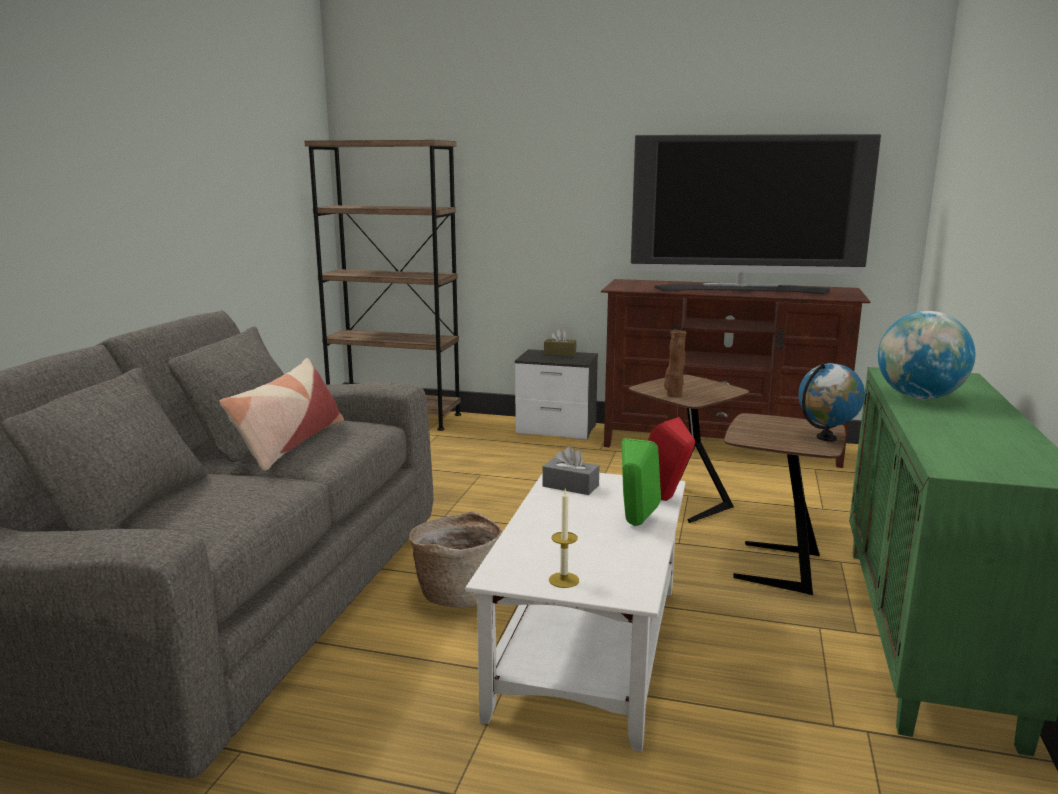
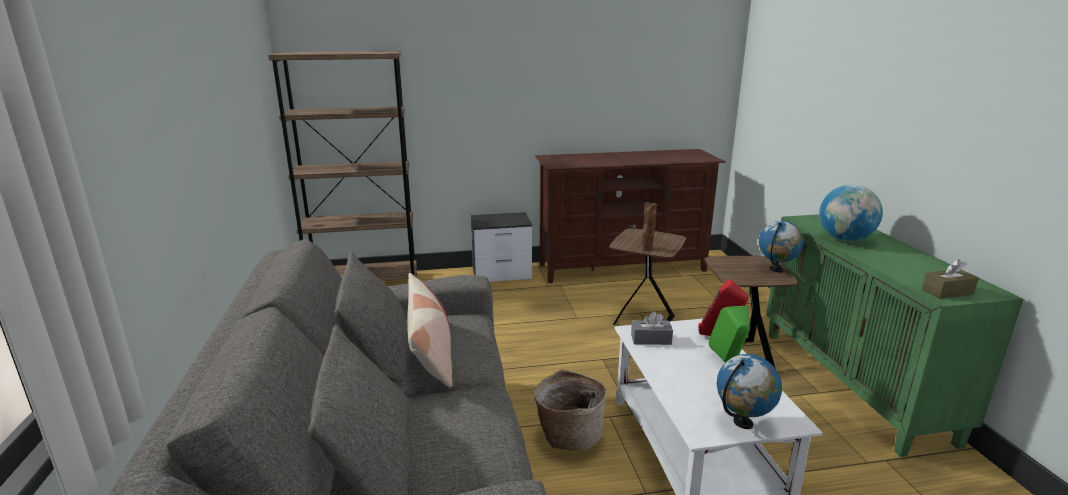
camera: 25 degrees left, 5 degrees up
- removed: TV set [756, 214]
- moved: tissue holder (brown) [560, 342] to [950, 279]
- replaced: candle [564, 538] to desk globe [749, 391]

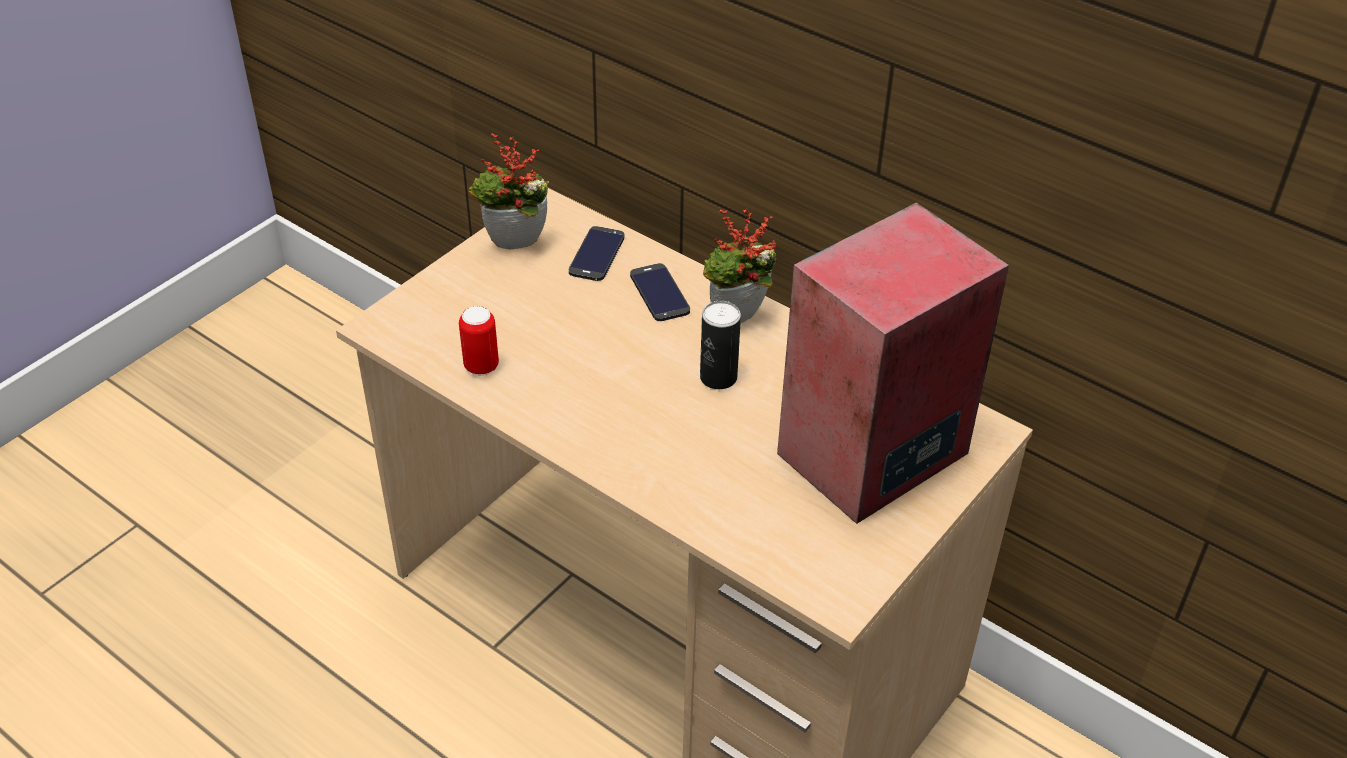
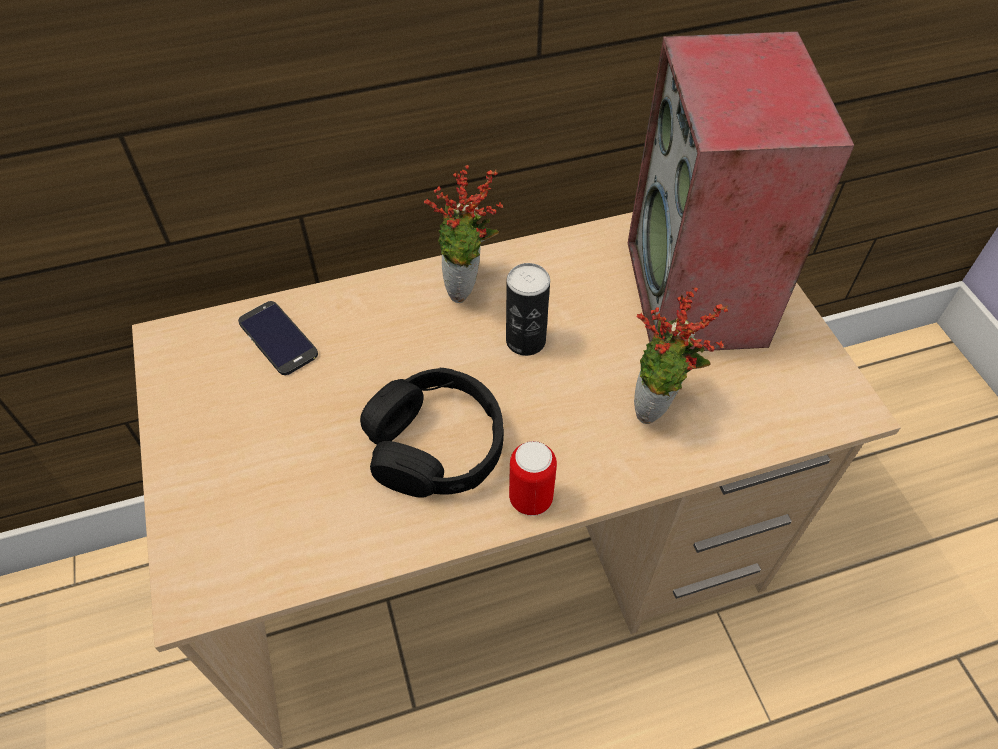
camera: 55 degrees left, 10 degrees up
- moved: plant in a pot [509, 191] to [681, 355]
- removed: phone [660, 292]
- moved: sealed can [479, 340] to [533, 478]
- added: headphones (blackish) [432, 433]

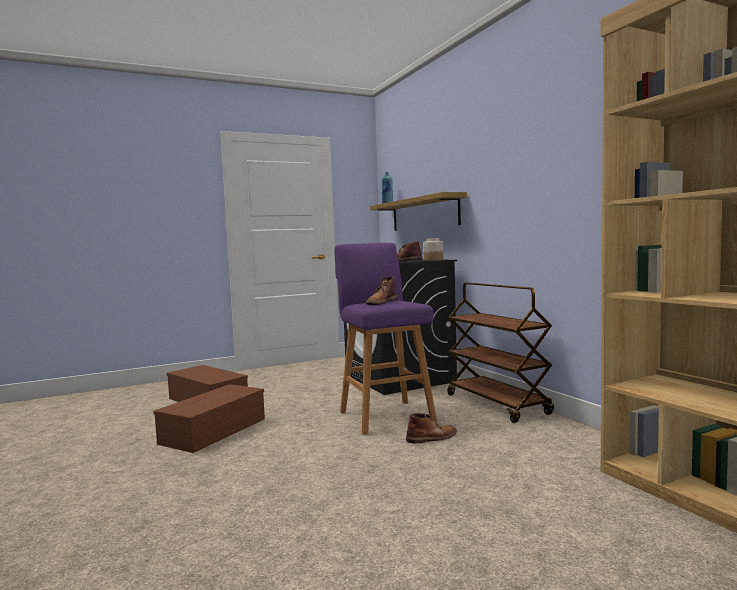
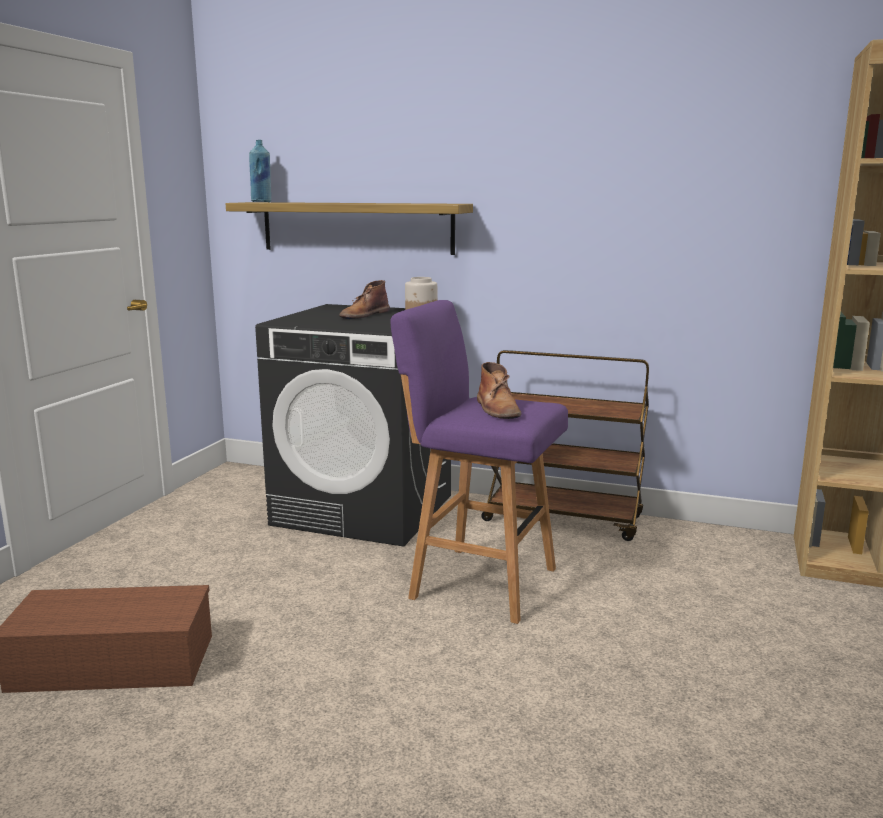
camera: 45 degrees left, 10 degrees up
- removed: storage bin (brown) [209, 418]
- removed: boot (brown) [431, 428]

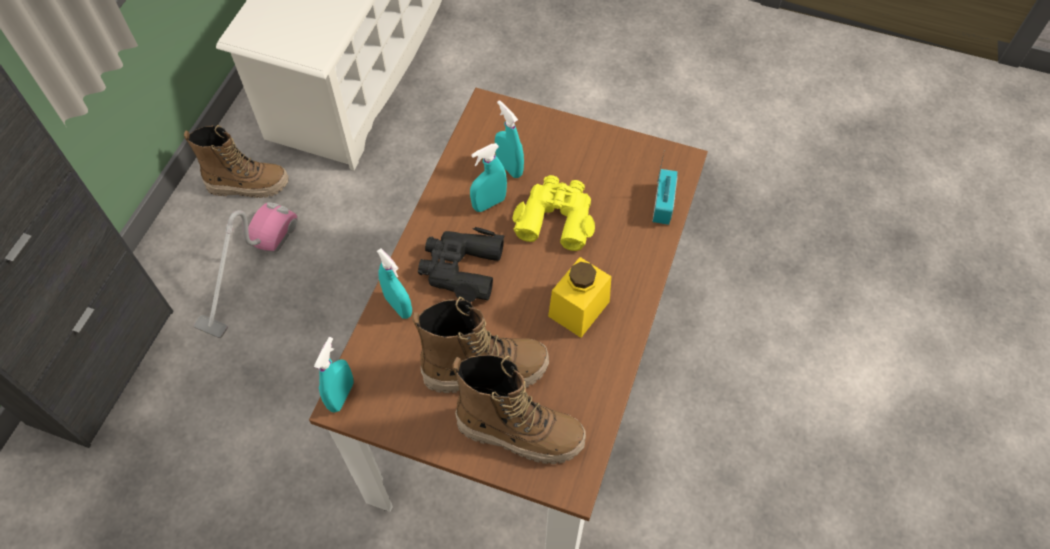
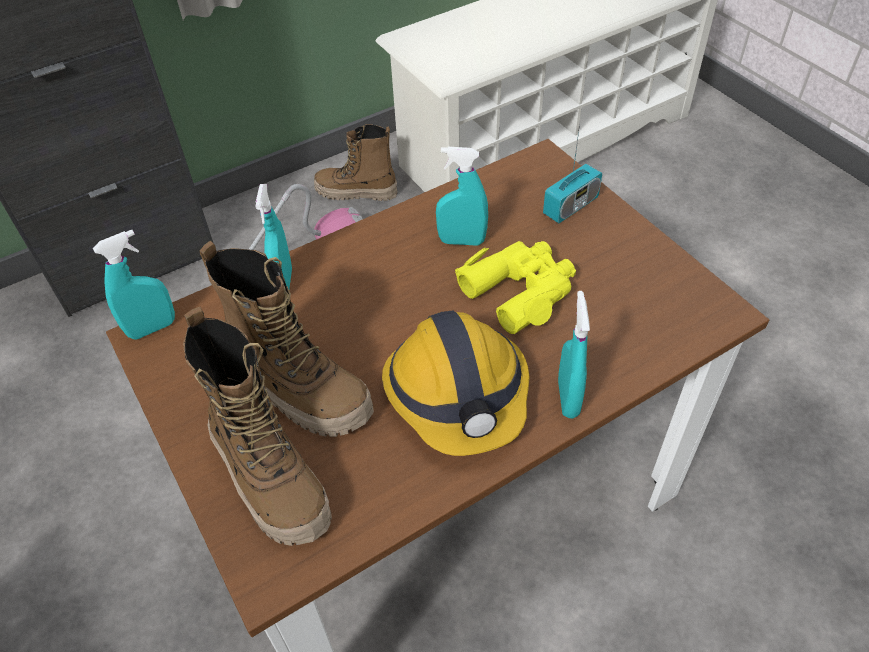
camera: 40 degrees right, 10 degrees down
- moved: hand sprayer (turquoise-coloured) [509, 139] to [574, 355]
- turned: boot [236, 161] = [355, 162] 150 degrees clockwise
- moved: radio [665, 189] to [572, 173]
- removed: field glasses (blackish) [461, 264]
- replaced: storage jar (yellow) [579, 297] to hard hat [456, 383]

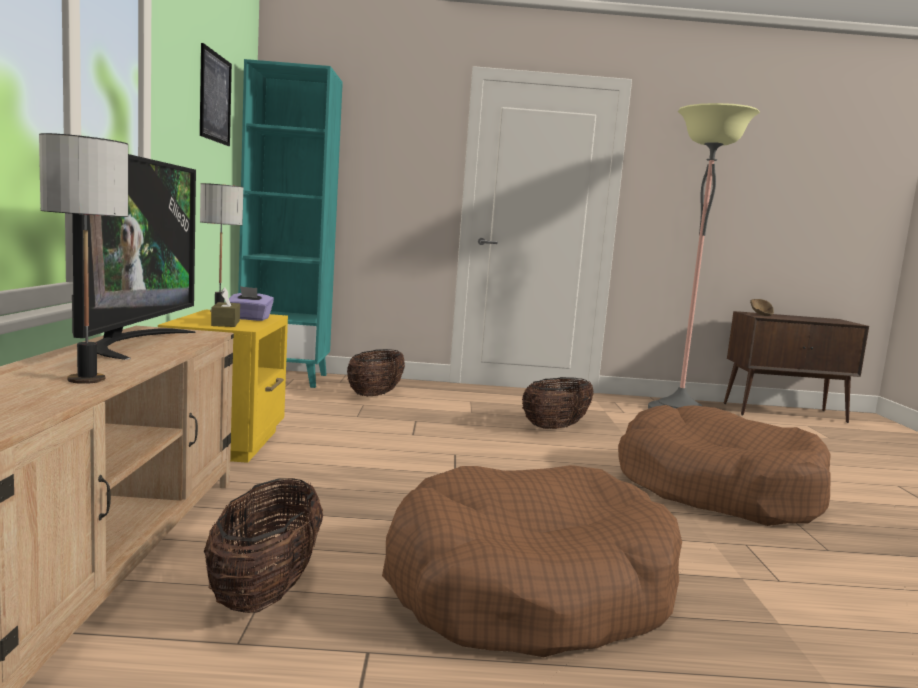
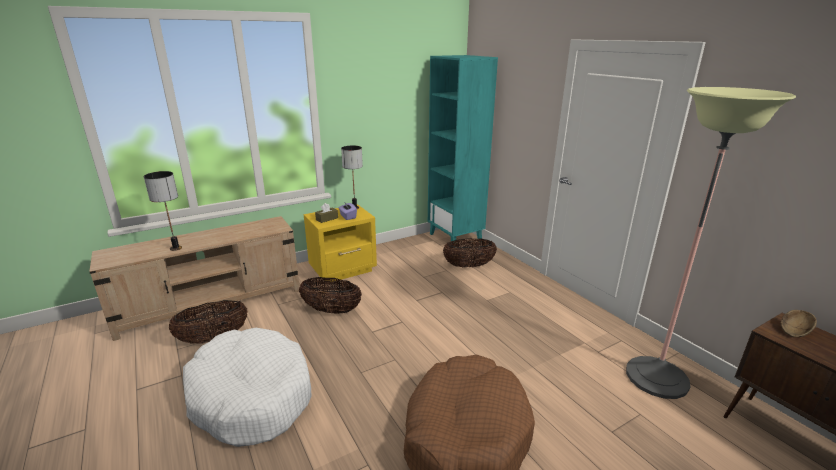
camera: 60 degrees right, 15 degrees up
- removed: wall art [216, 94]
- removed: TV set [134, 257]
- moved: household basket [558, 403] to [330, 295]
- recoloured: pet bed (brown) [532, 561] to pet bed (white) [247, 387]

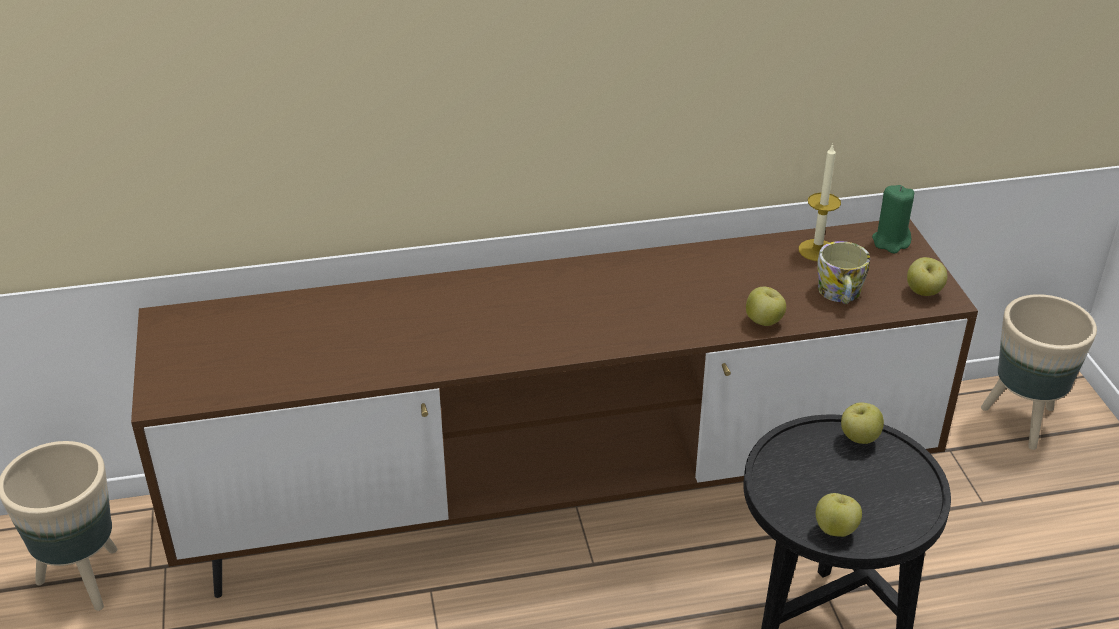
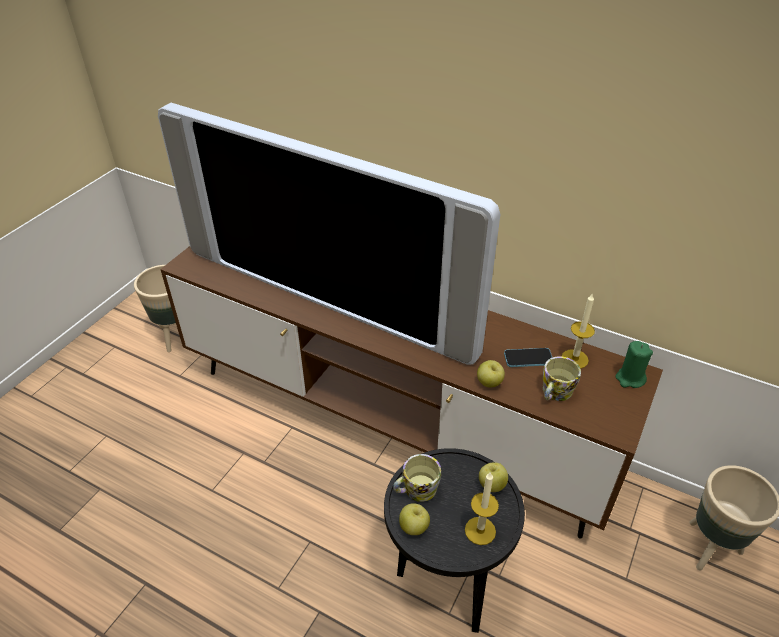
camera: 40 degrees right, 5 degrees up
- removed: apple [927, 276]
- added: TV set [329, 234]
- added: phone [528, 357]
- added: coffee mug [417, 478]
- added: candle [482, 508]

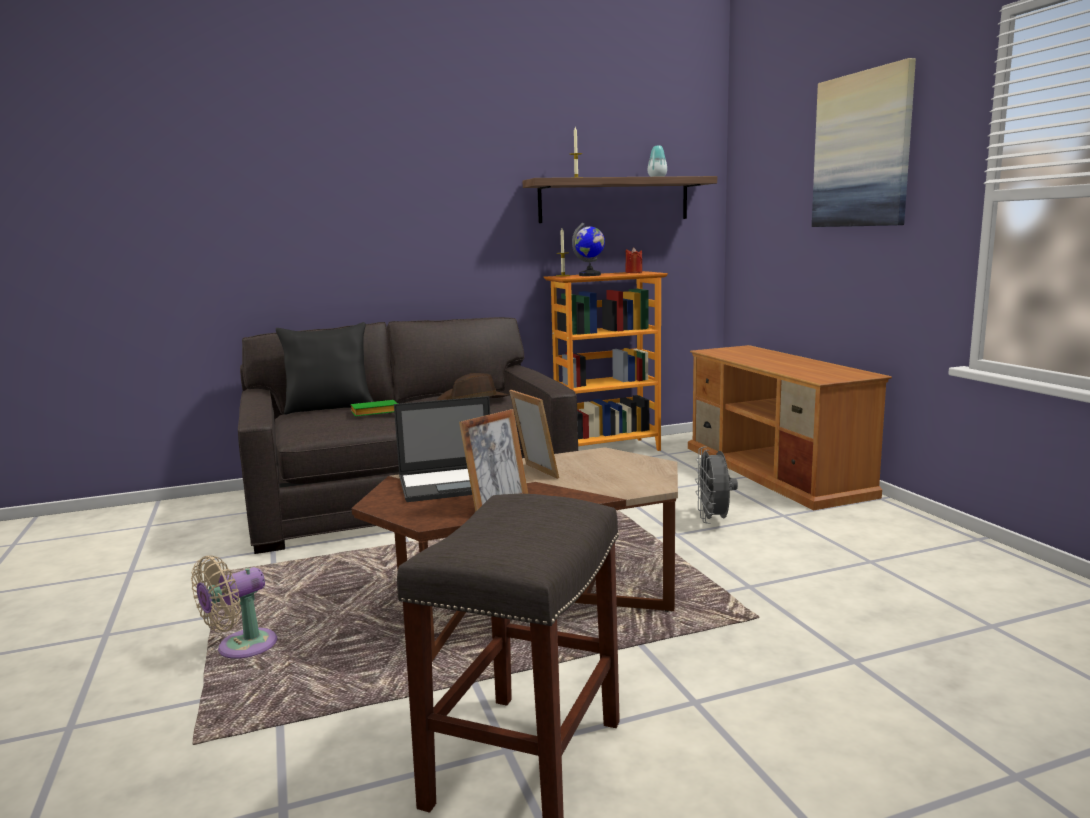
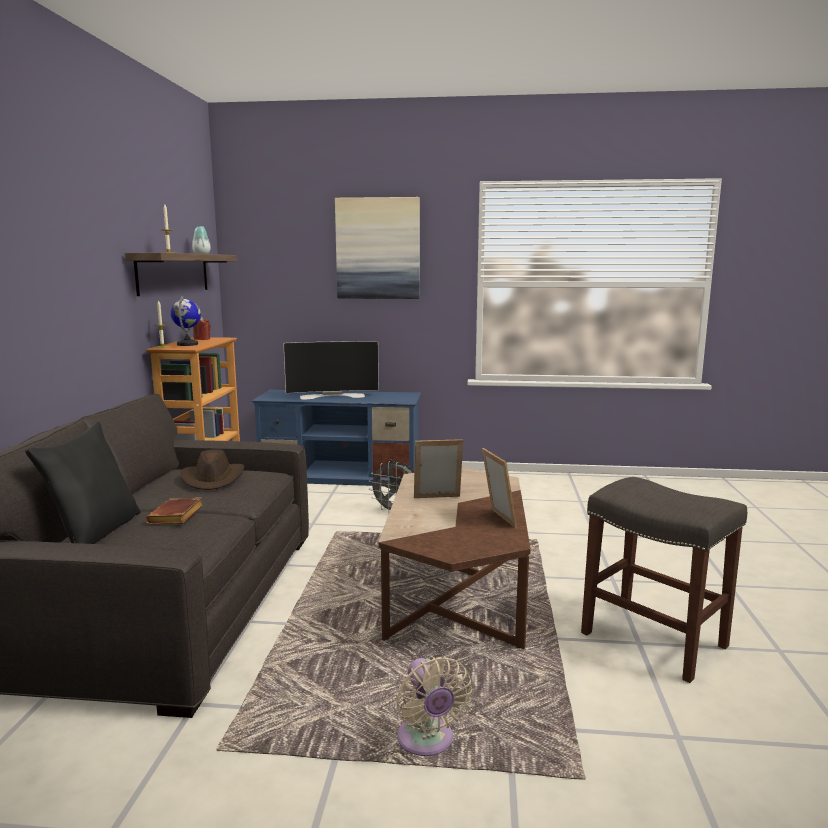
camera: 65 degrees left, 0 degrees up
- recoloured: media console (brown) [790, 427] to media console (blue) [336, 438]
- removed: laptop [442, 449]
- recoloured: bound book (green-coloured) [374, 408] to bound book (brown) [174, 511]
- added: TV set [331, 370]

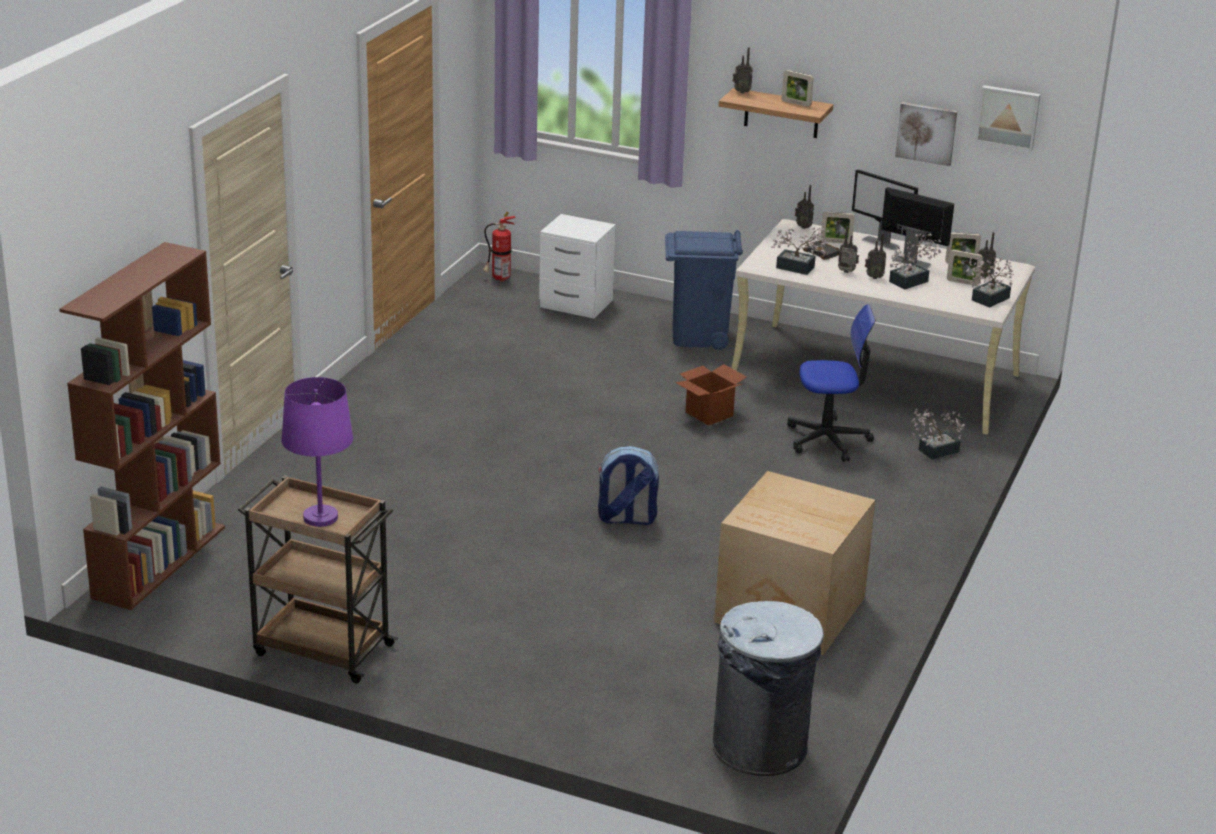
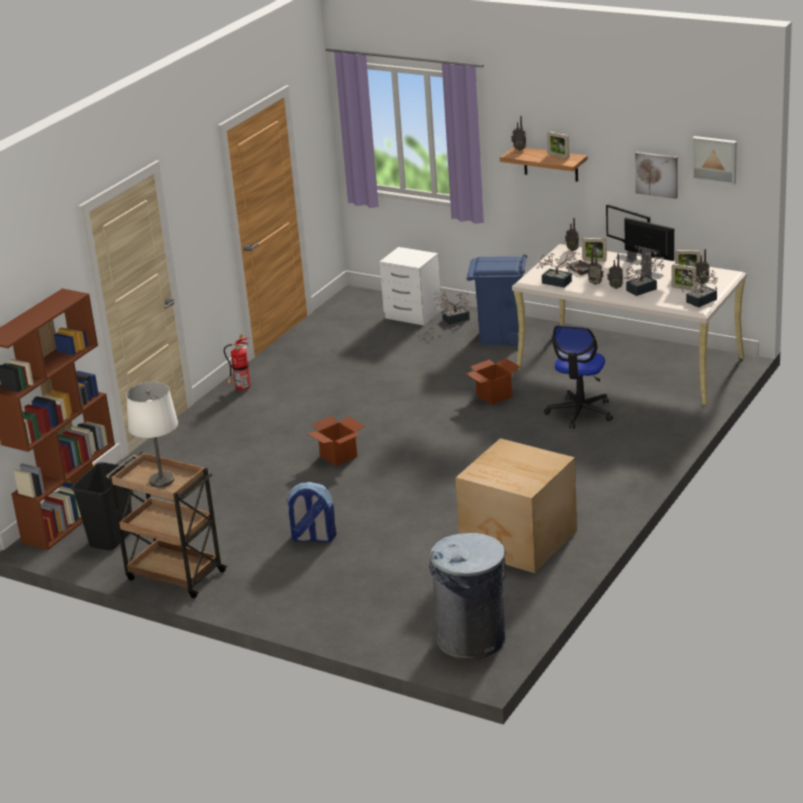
camera: 10 degrees right, 0 degrees up
- moved: extinguisher [499, 247] to [237, 362]
- turned: office chair [831, 383] = [578, 377] 105 degrees clockwise
- recoloured: tabletop lamp (purple-coloured) [317, 452] to tabletop lamp (white) [152, 435]
- moved: plant in a pot [938, 433] to [453, 307]
- moved: rucksack [628, 485] to [311, 512]
- added: packing box [336, 440]
- added: rubbish bin (blackish) [102, 506]

